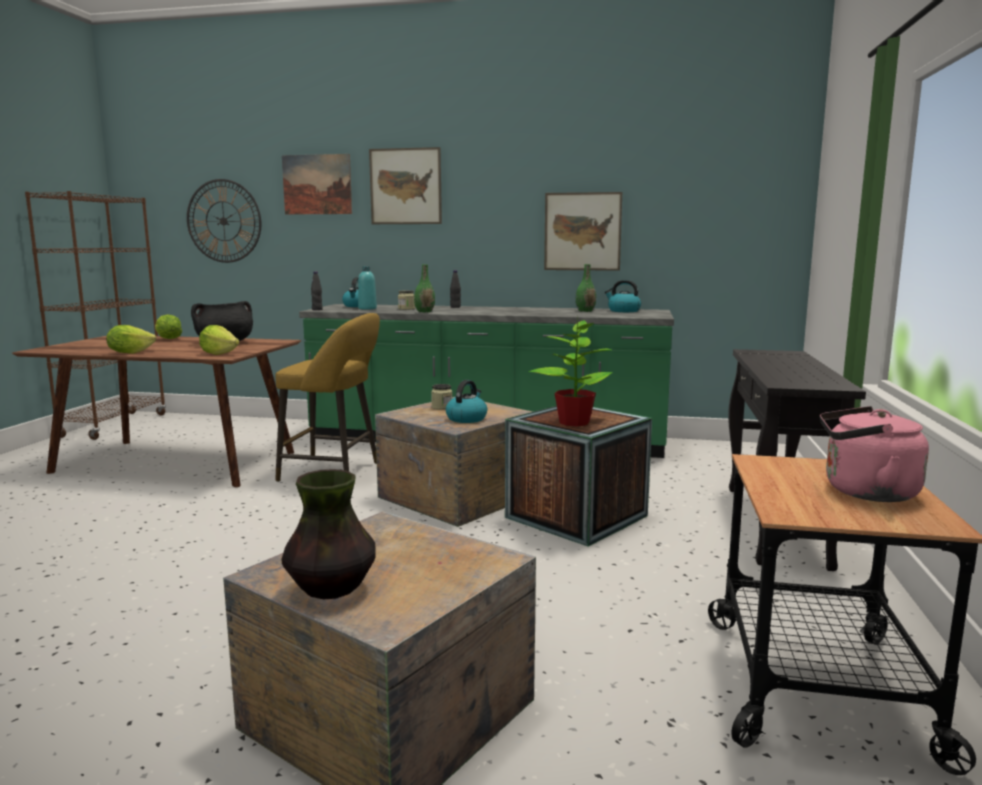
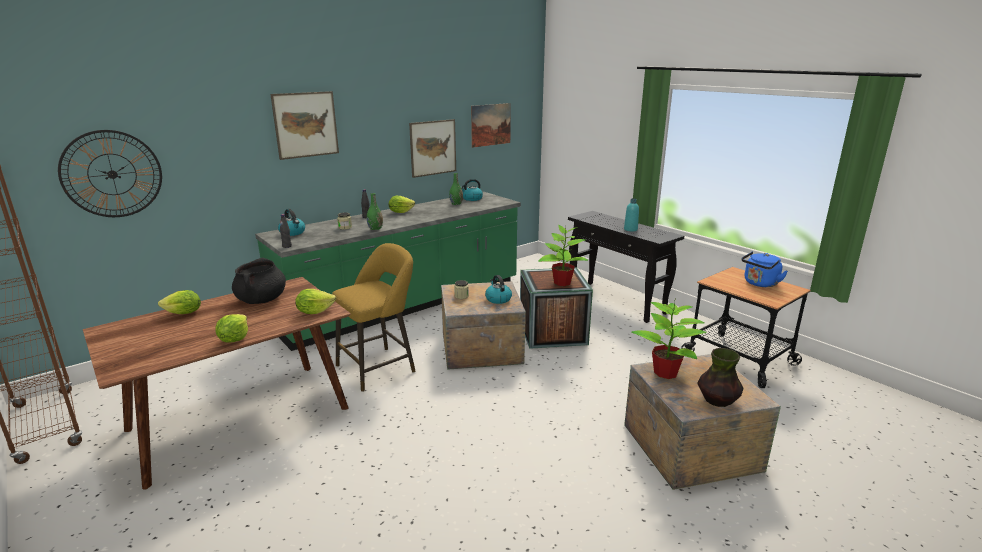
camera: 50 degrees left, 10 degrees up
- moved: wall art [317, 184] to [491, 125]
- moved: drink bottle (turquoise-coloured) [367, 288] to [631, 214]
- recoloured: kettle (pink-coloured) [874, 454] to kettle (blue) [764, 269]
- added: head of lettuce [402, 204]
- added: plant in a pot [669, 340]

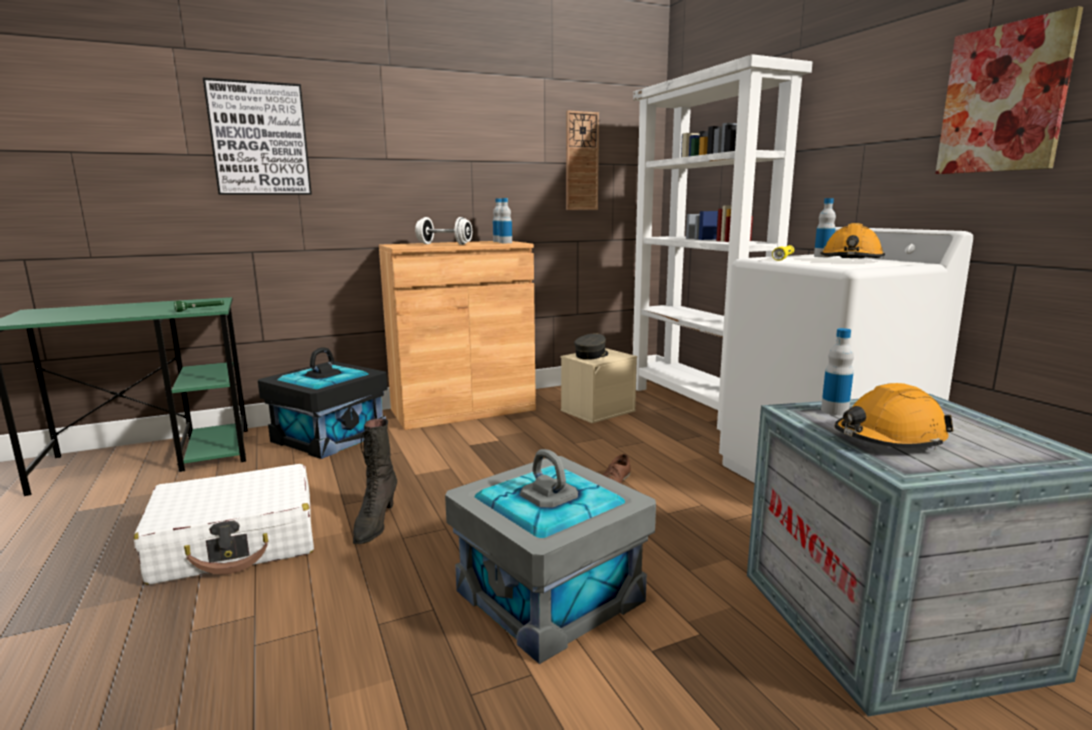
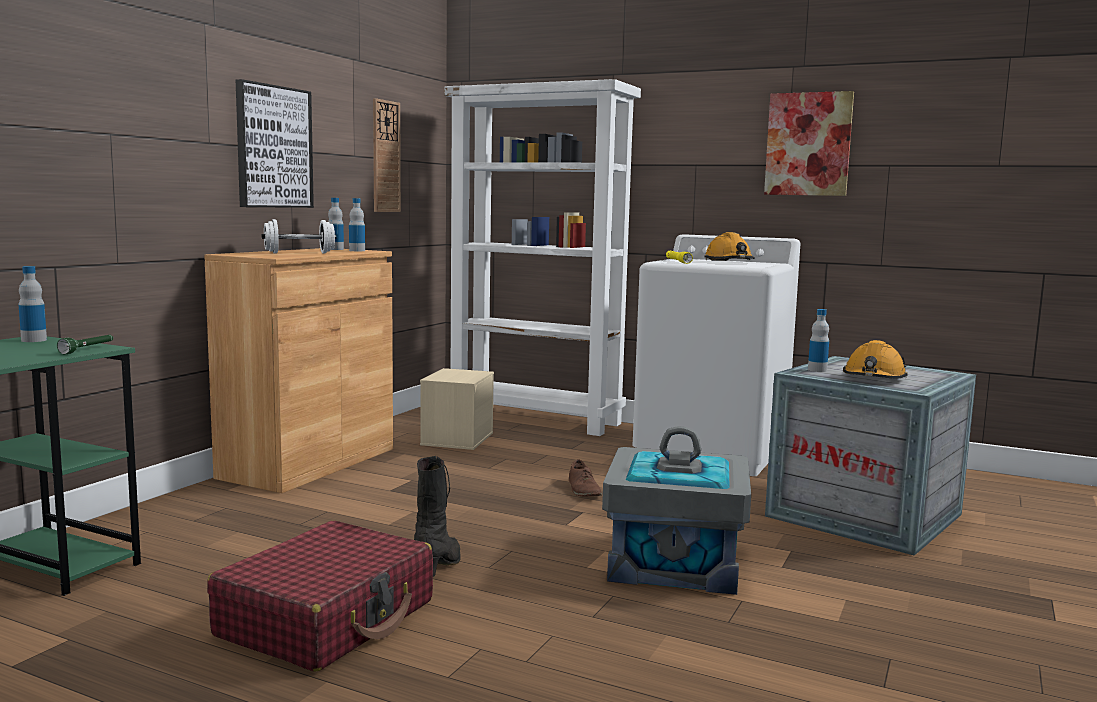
camera: 40 degrees left, 5 degrees down
- moved: wall art [257, 136] to [275, 143]
- moved: drink bottle [825, 227] to [32, 304]
- removed: peaked cap (gray) [591, 346]
- removed: storage bin (blackish) [322, 403]
- turned: boot (blackish) [375, 482] = [437, 516] 135 degrees counterclockwise
- recoloured: suitcase (white) [224, 524] to suitcase (reddish) [320, 596]

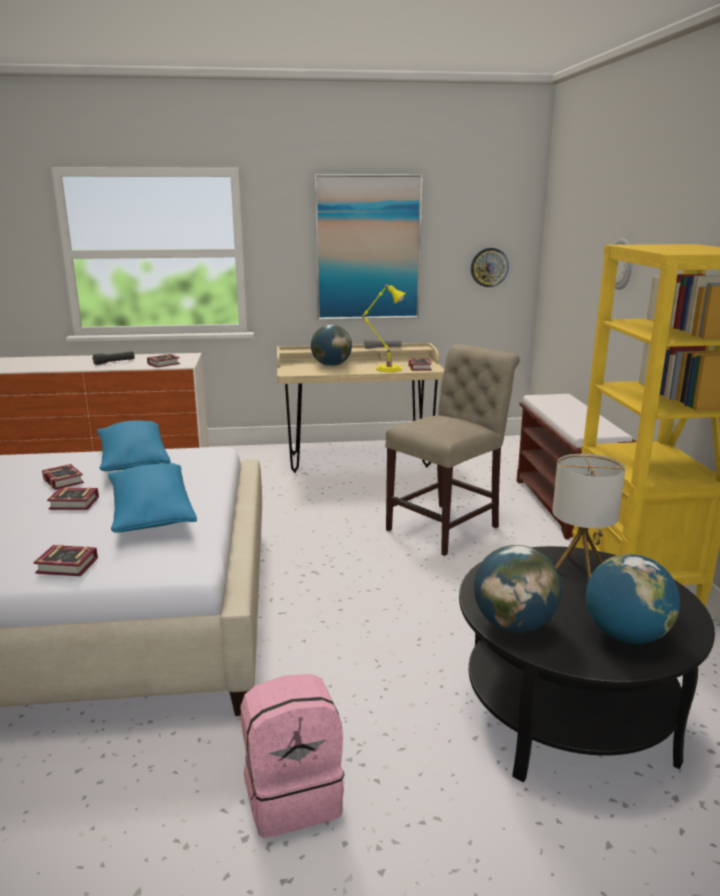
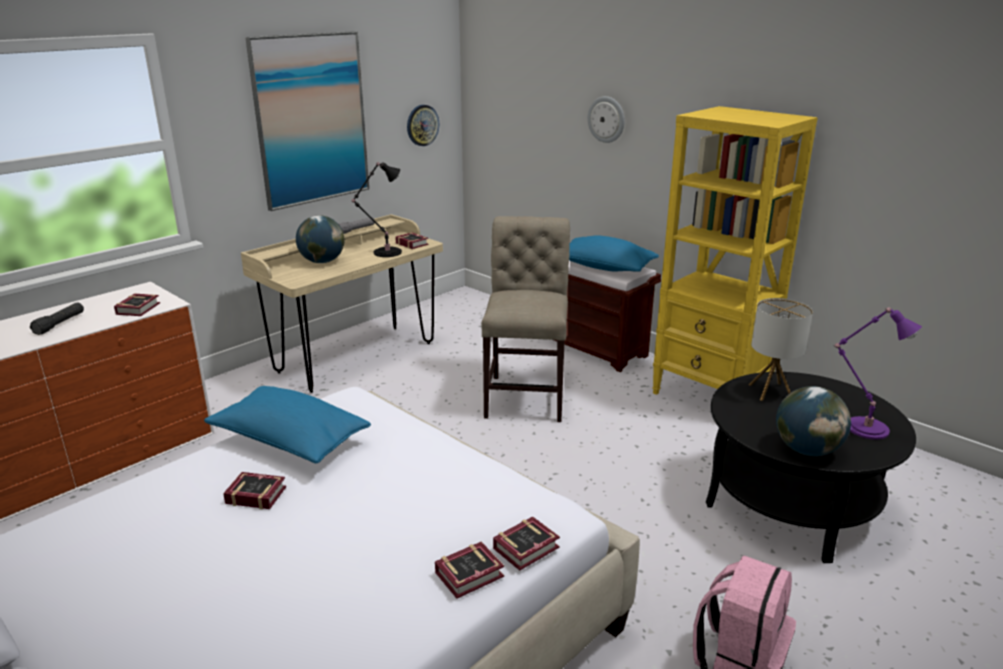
camera: 40 degrees left, 5 degrees up
- recoloured: tabletop lamp (yellow) [383, 328] to tabletop lamp (blackish) [376, 209]
- moved: pillow (blue) [152, 498] to [614, 254]
- moved: bound book [73, 498] to [526, 543]
- replaced: desk globe [633, 599] to tabletop lamp (purple-coloured) [877, 373]

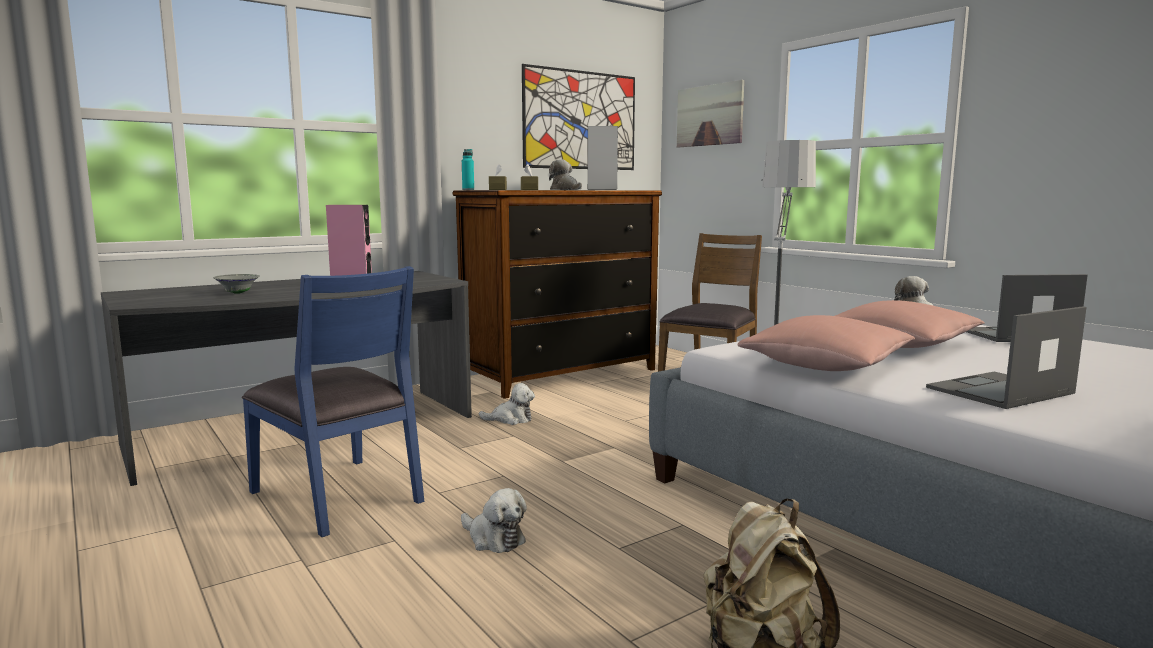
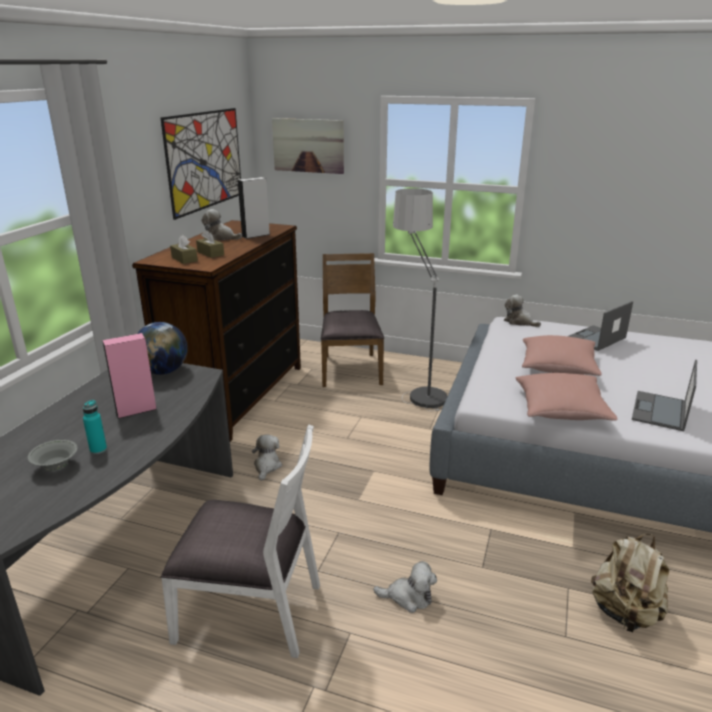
camera: 35 degrees left, 15 degrees up
- moved: drink bottle (turquoise-coloured) [468, 169] to [95, 427]
- recoloured: plain chair (blue) [333, 401] to plain chair (white) [240, 541]
- turned: soft toy [507, 404] = [267, 457] 45 degrees counterclockwise
- added: desk globe [162, 348]

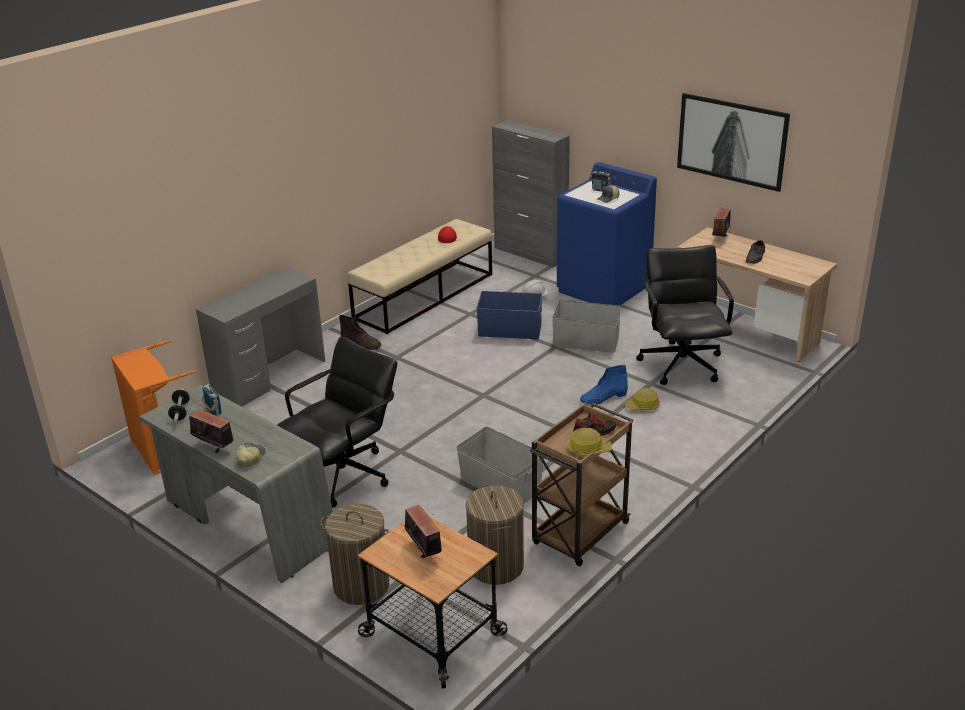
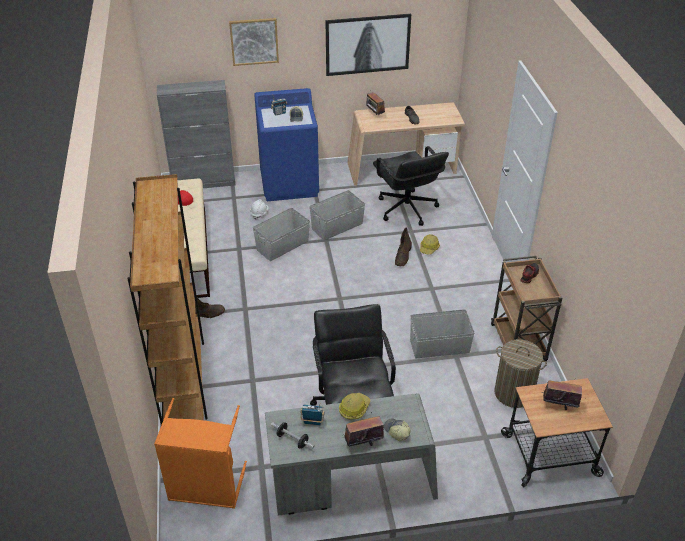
camera: 50 degrees left, 10 degrees up
- turned: office chair (blackish) [685, 315] = [411, 186] 150 degrees counterclockwise
- replaced: desk table (gray) [260, 337] to bookshelf (brown) [167, 299]
- recoloured: storage bin (blue) [509, 315] to storage bin (gray) [281, 234]
- recoloured: boot (blue) [604, 384] to boot (brown) [403, 247]
- moved: hard hat [589, 442] to [355, 406]
- removed: washing basket [355, 554]
- added: wall art [254, 42]

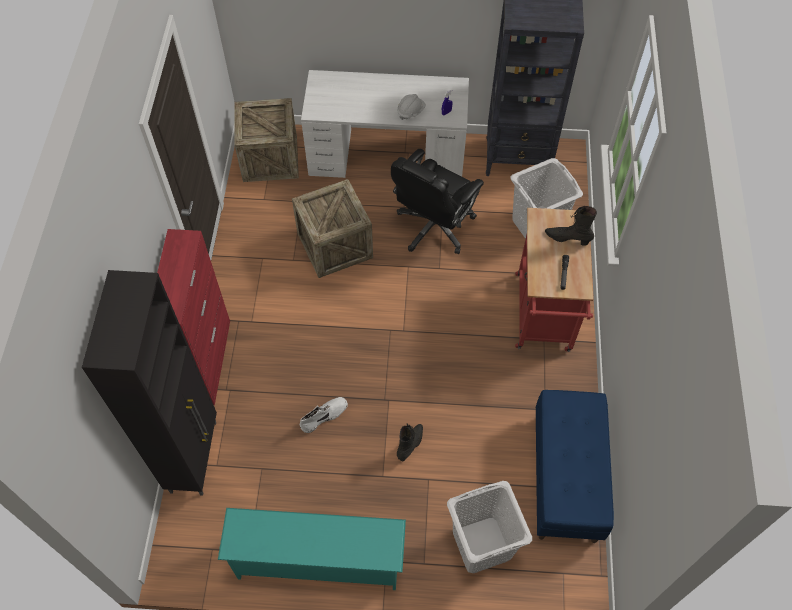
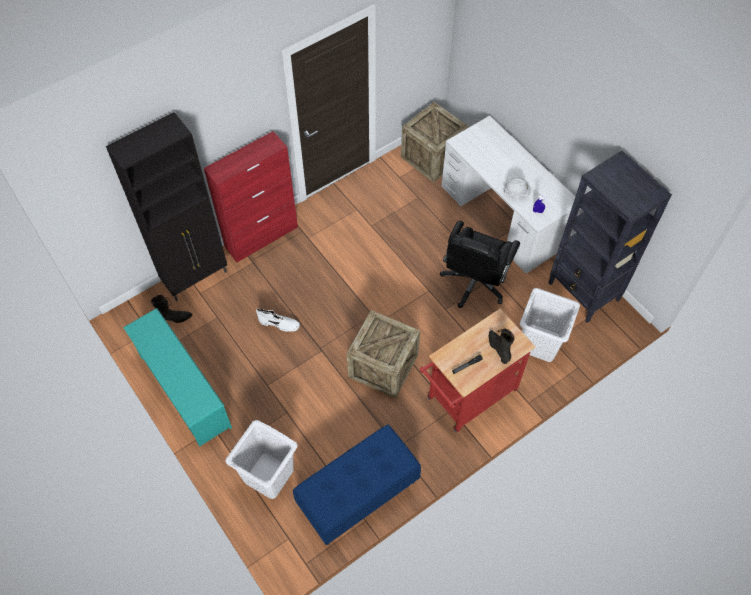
camera: 50 degrees right, 0 degrees up
- turned: office chair (blackish) [437, 201] = [480, 264] 60 degrees counterclockwise
- moved: crate [332, 228] to [383, 354]
- moved: boot (blackish) [410, 443] to [171, 309]

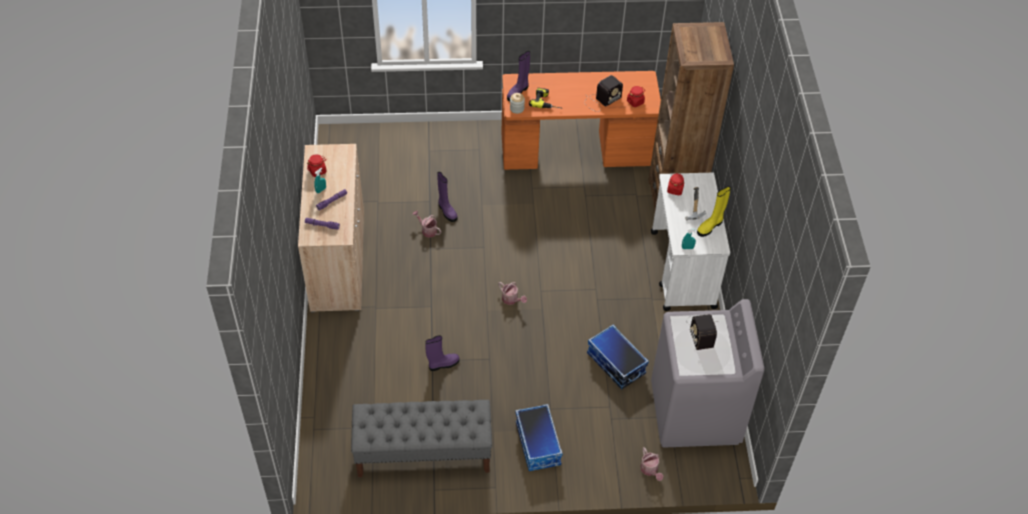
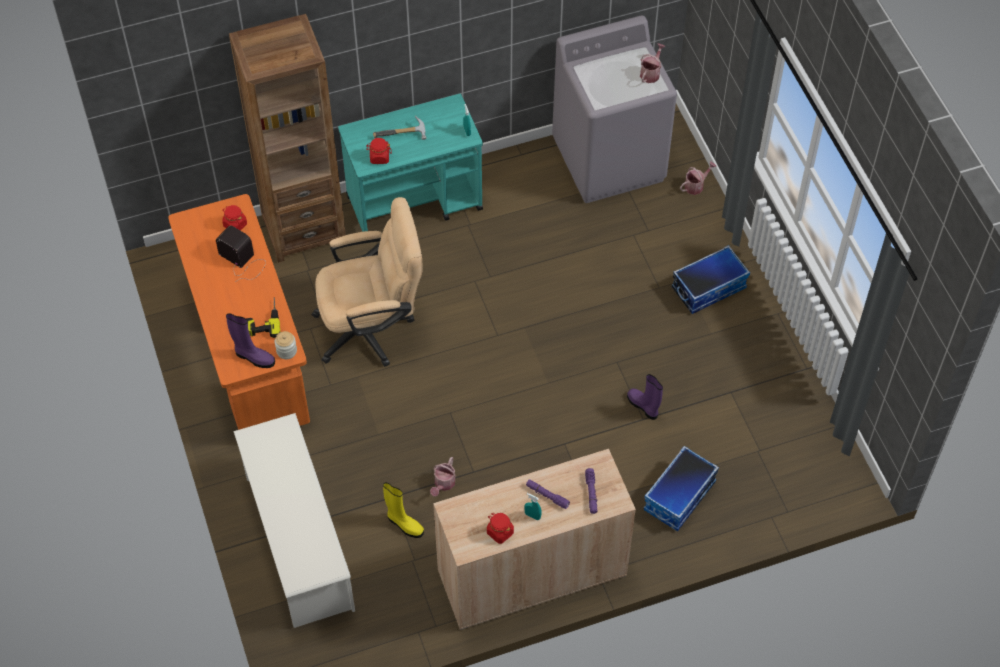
camera: 105 degrees left, 5 degrees up
- removed: boot (purple-coloured) [447, 197]
- recoloured: wheeled cart (white) [690, 242] to wheeled cart (turquoise-coloured) [410, 163]
- moved: boot (yellow) [714, 211] to [403, 510]
- moved: watering pot [512, 293] to [653, 63]
- removed: radio [701, 332]
- moved: storage bin [618, 357] to [681, 488]
- removed: indoor bench (gray) [421, 438]
- added: office chair (beige-coloured) [367, 282]
- added: shoe shelf (white) [294, 520]

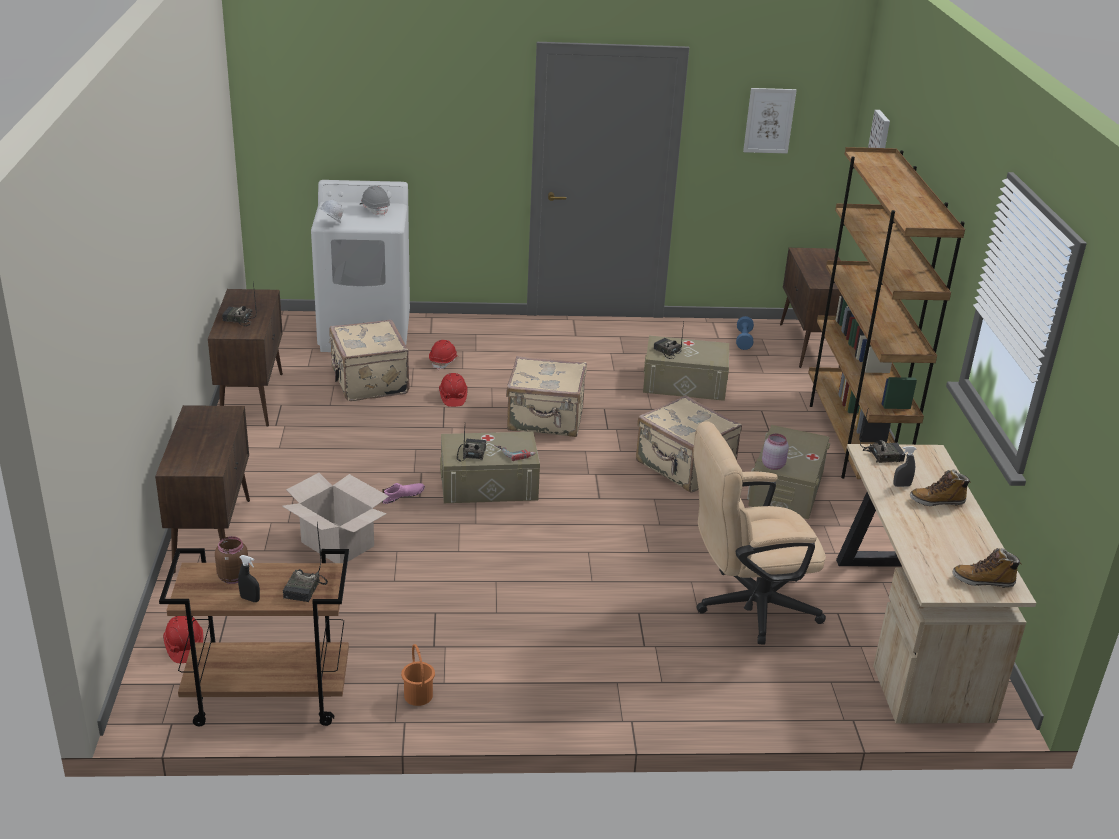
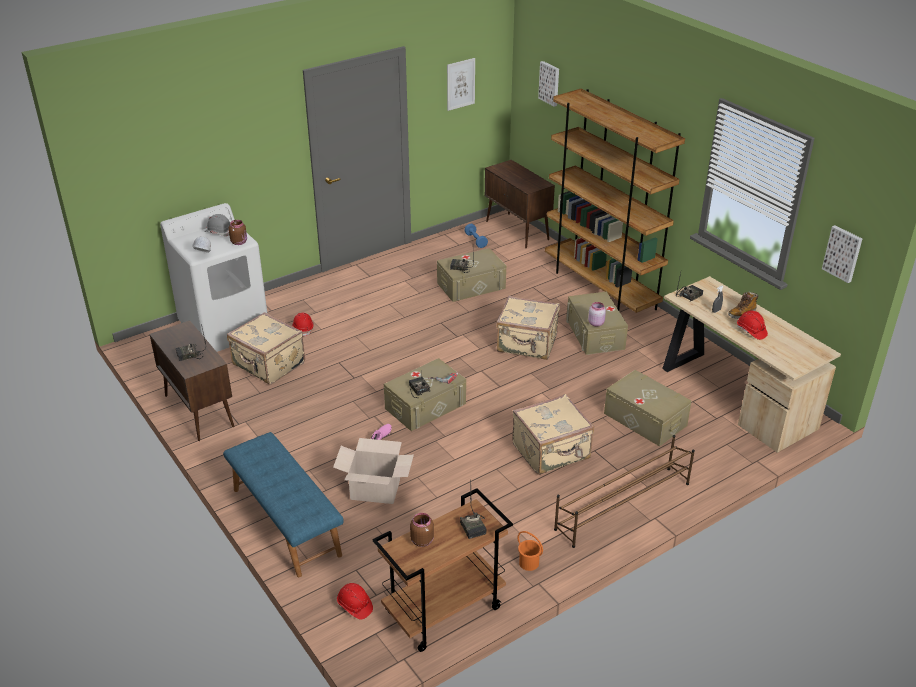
camera: 30 degrees left, 5 degrees up
- moved: suitcase (beige-coloured) [546, 396] to [553, 434]
- moved: hard hat (reddish) [453, 390] to [752, 325]
- replaced: cabinet (brown) [202, 489] to indoor bench (blue) [283, 504]
- replaced: office chair (beige-coloured) [759, 533] to storage bin (beige-coloured) [647, 408]
- removed: boot [986, 568]
- removed: hand sprayer (blackish) [249, 578]
- added: storage jar (brown) [238, 232]
- added: wall art [842, 254]
- added: shoe shelf (brown) [624, 491]

